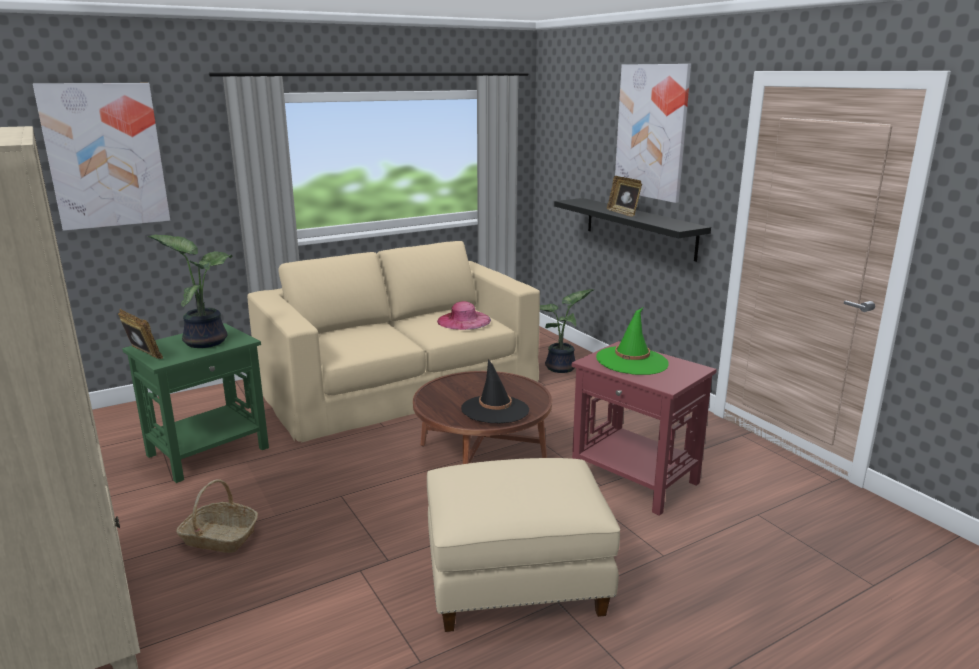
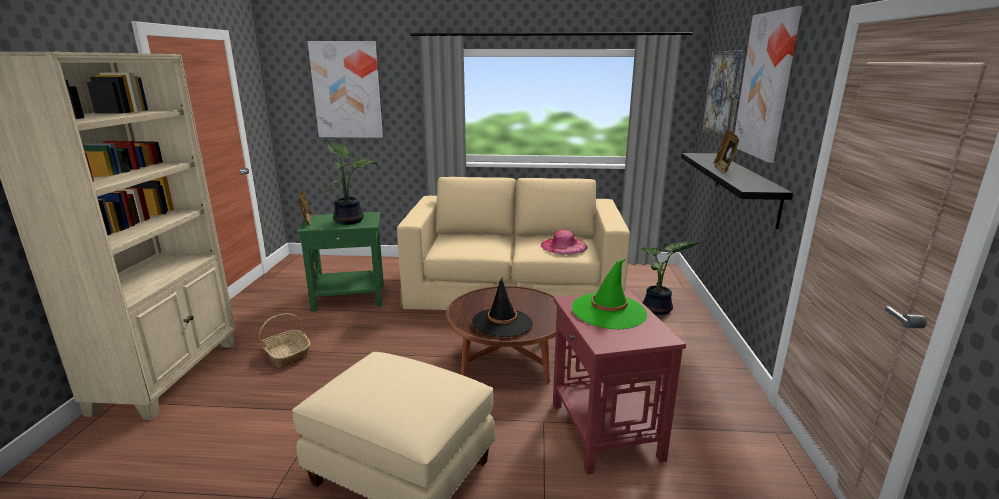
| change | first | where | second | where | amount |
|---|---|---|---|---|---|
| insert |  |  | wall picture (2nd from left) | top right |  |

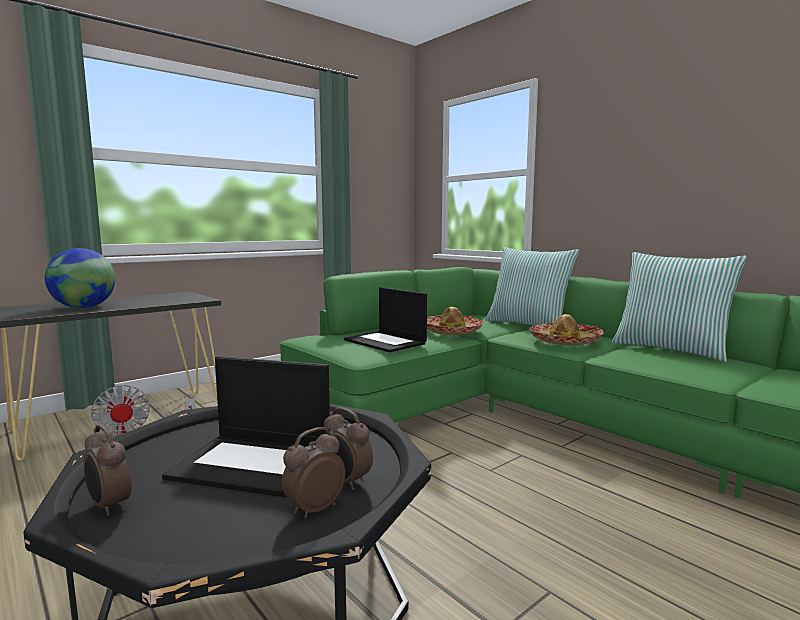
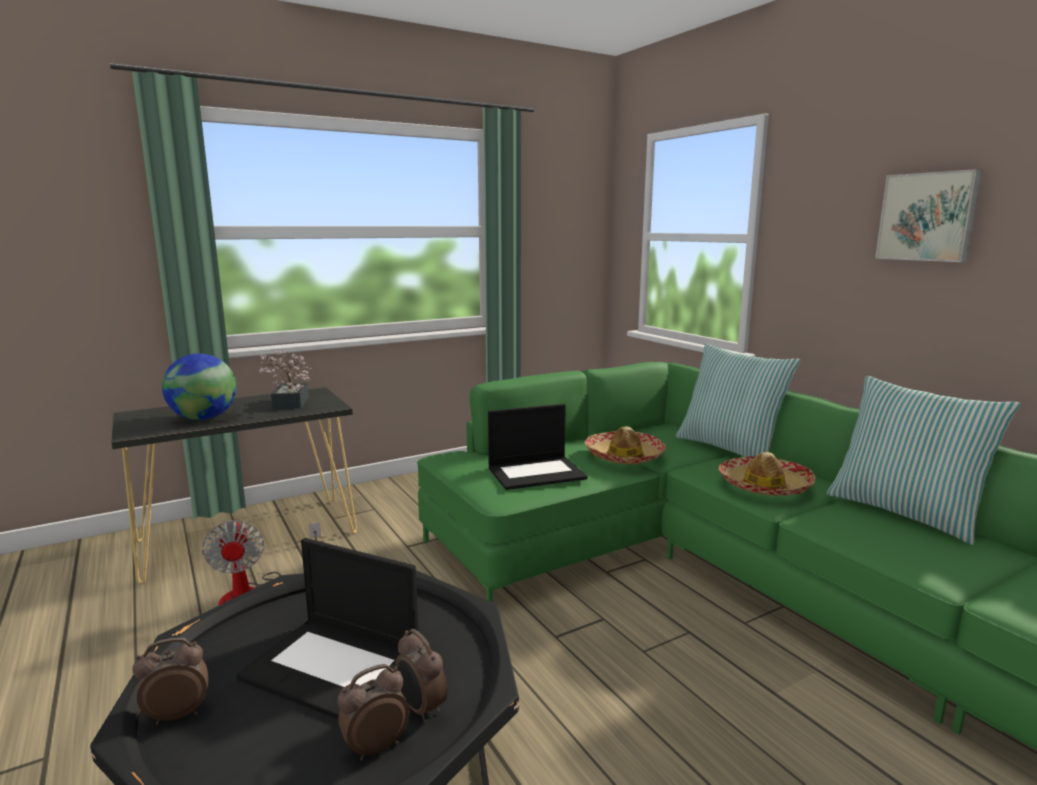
| change | first | where | second | where | amount |
|---|---|---|---|---|---|
| insert |  |  | houseplant | middle left |  |
| insert |  |  | wall picture | top right |  |
| rotate | alarm clock (1st from left) | bottom left |  | bottom left | 105 degrees clockwise |
| rotate | laptop (2nd from left) | centre |  | centre | 75 degrees counterclockwise |

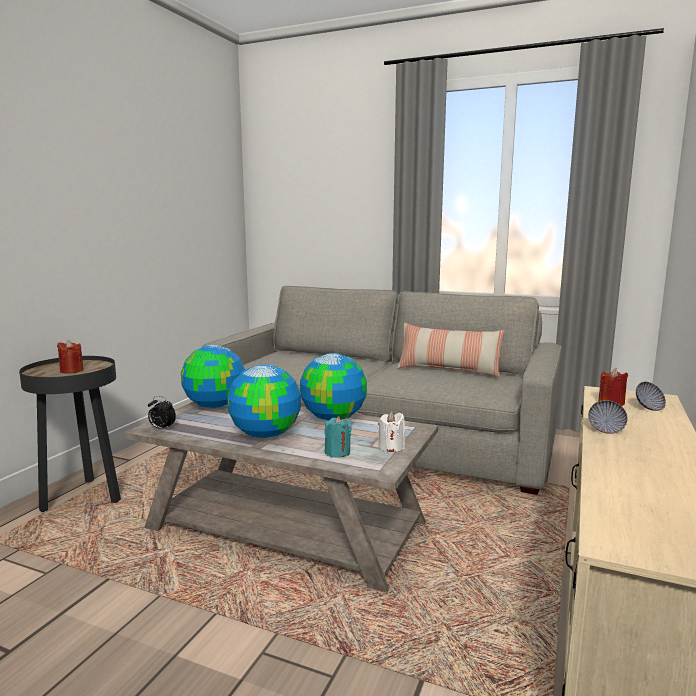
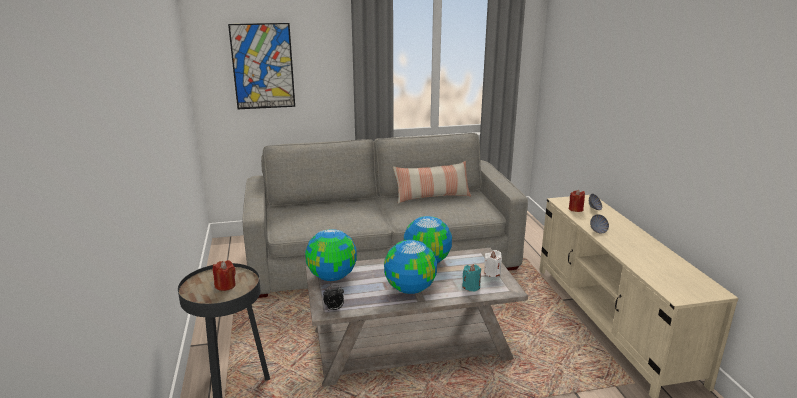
| change | first | where | second | where | amount |
|---|---|---|---|---|---|
| insert |  |  | wall picture | top left |  |

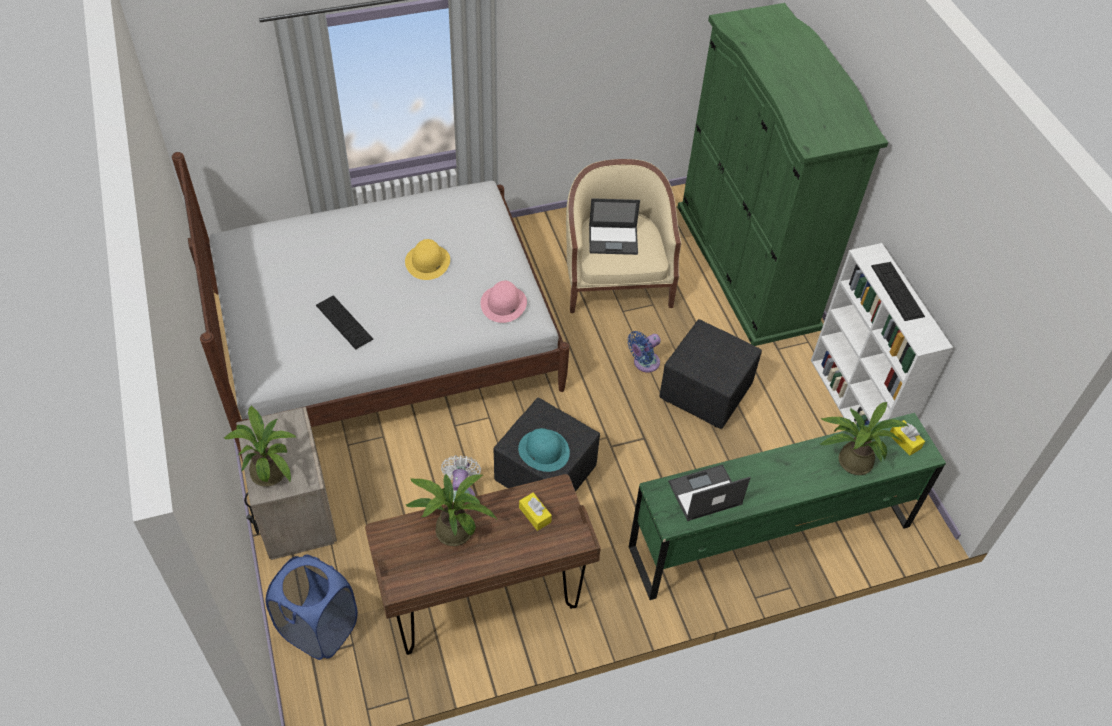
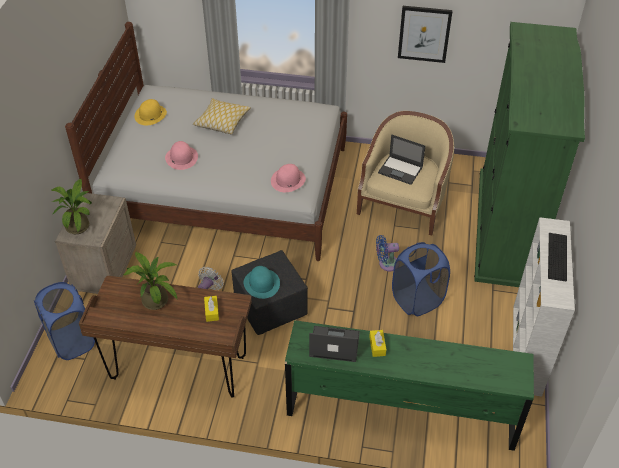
| change | first | where | second | where | amount |
|---|---|---|---|---|---|
| delete | houseplant (3rd from left) | middle right |  |  |  |
| insert |  |  | throw pillow | top centre |  |
| insert |  |  | wall picture | top right |  |
| move | yellowish clothing hat | centre |  | top left |  |
| move | yellowish tissue holder (2nd from left) | middle right |  | bottom centre |  |
| replace | PC keyboard (1st from left) | middle left | pink clothing hat (1st from left) | top left |  |
| replace | black pouffe (2nd from left) | centre | blue-coloured hamper (2nd from left) | middle right |  |

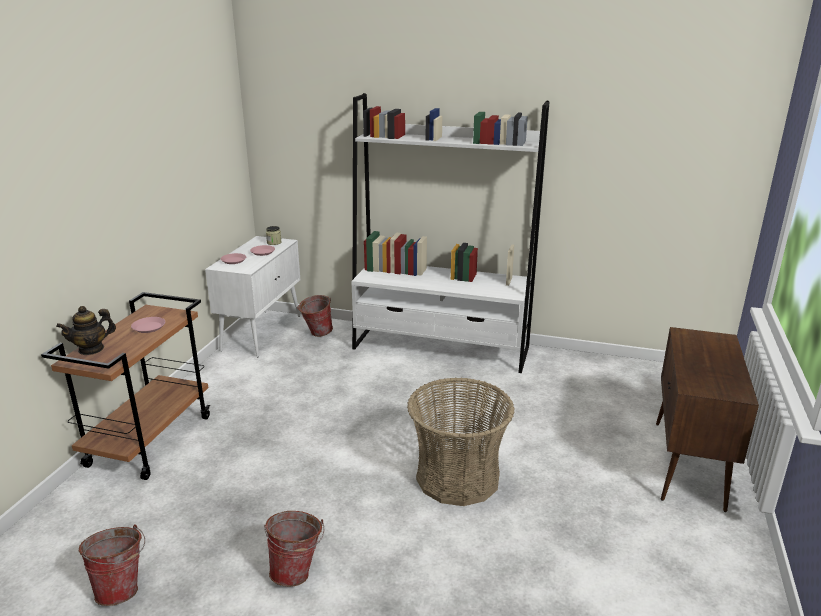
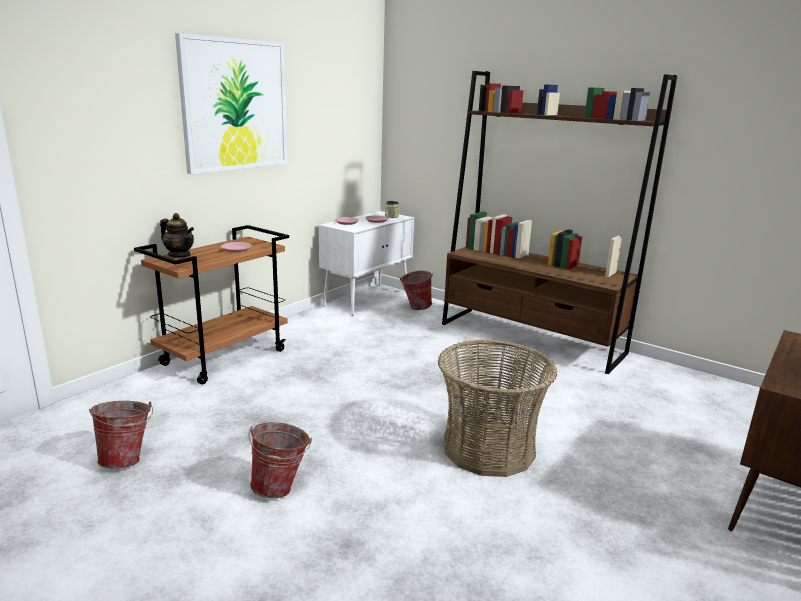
| change | first | where | second | where | amount |
|---|---|---|---|---|---|
| insert |  |  | wall picture | top left |  |
| recolor | whitish bookcase | centre | brown bookcase | middle right |  |
| rotate | teapot | middle left |  | middle left | 135 degrees counterclockwise |

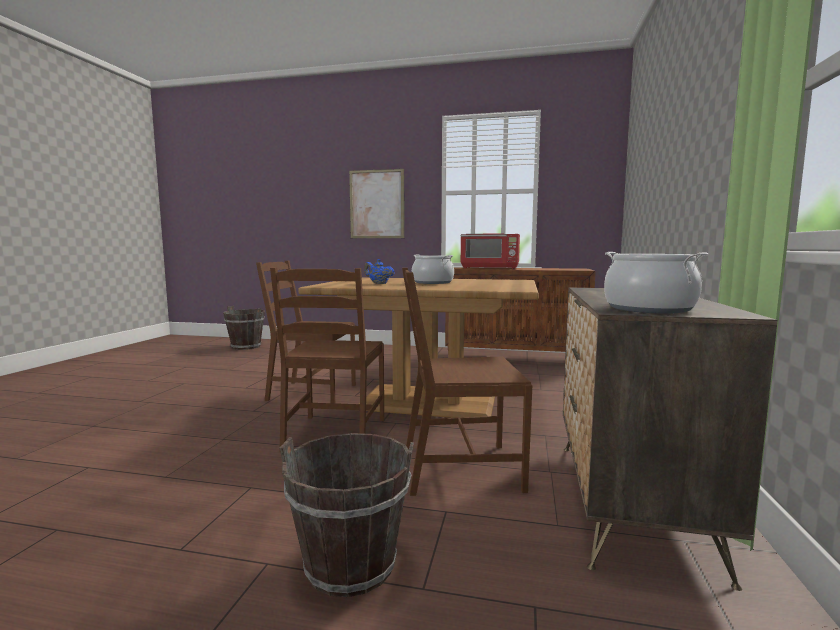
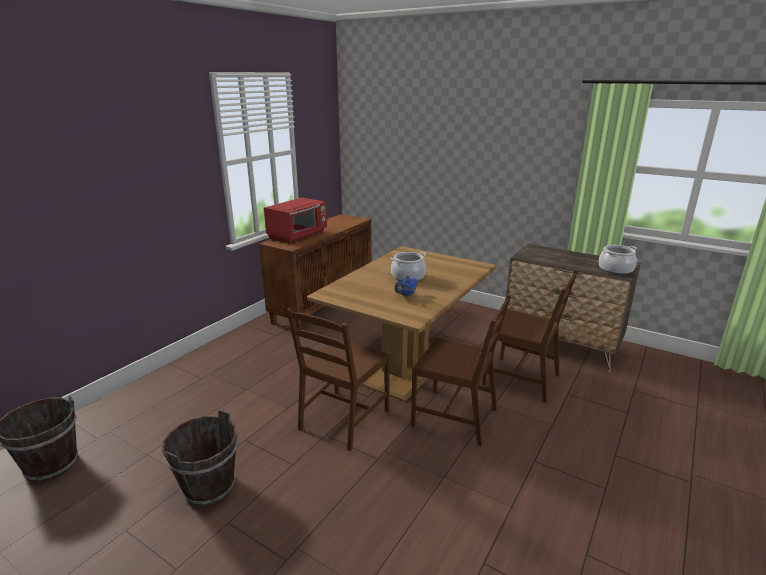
| change | first | where | second | where | amount |
|---|---|---|---|---|---|
| delete | wall picture | top centre |  |  |  |
| move | brown pail (2nd from left) | bottom centre |  | bottom left |  |
| rotate | brown chair (3rd from left) | centre |  | middle right | 75 degrees counterclockwise |

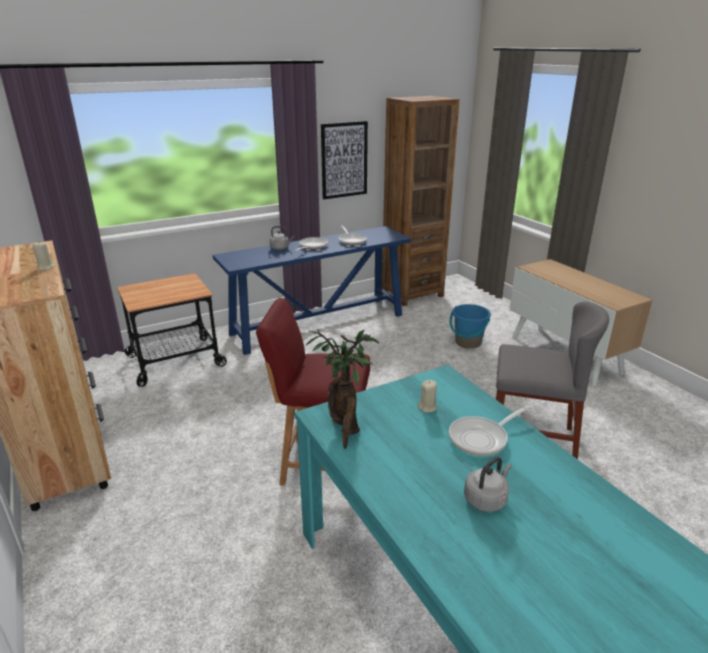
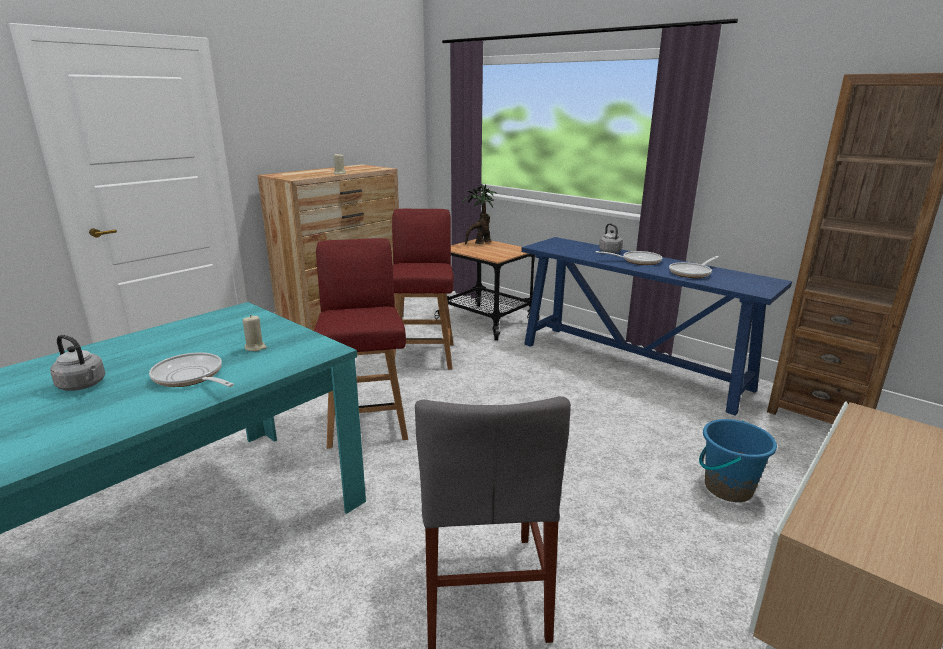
| change | first | where | second | where | amount |
|---|---|---|---|---|---|
| delete | wall picture | top centre |  |  |  |
| insert |  |  | reddish chair (2nd from left) | centre |  |
| move | houseplant | centre |  | top centre |  |

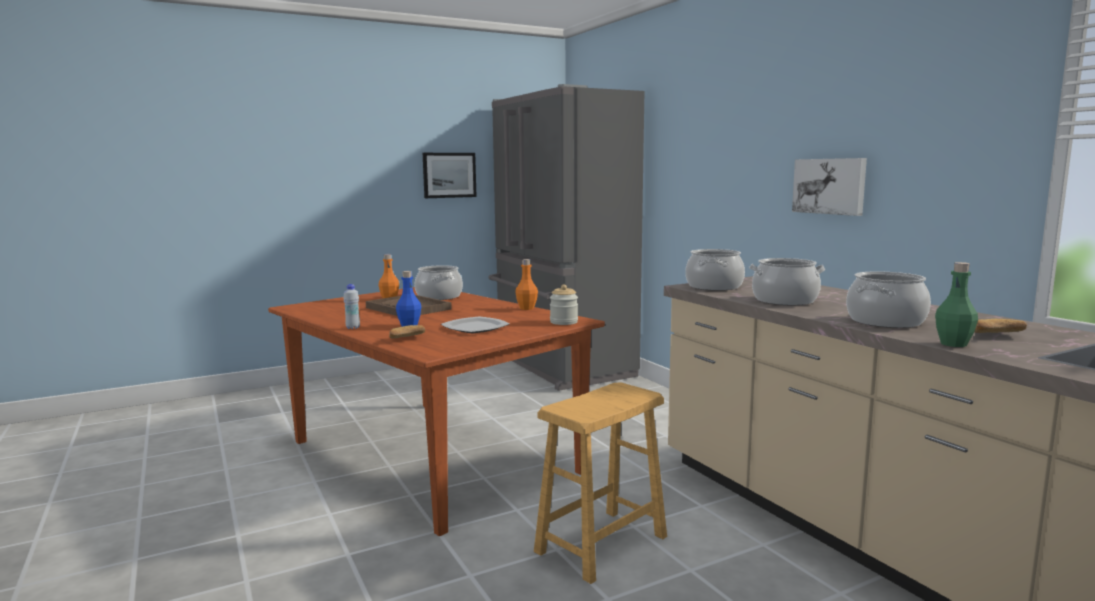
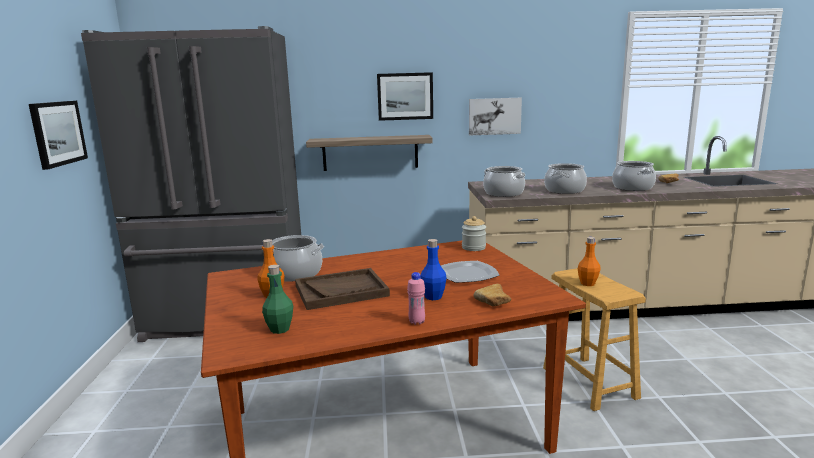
| change | first | where | second | where | amount |
|---|---|---|---|---|---|
| insert |  |  | wall shelf | centre |  |
| insert |  |  | wall picture (2nd from left) | top centre |  |
| move | orange-coloured drink bottle (2nd from left) | centre |  | middle right |  |
| move | green drink bottle | middle right |  | centre |  |
| recolor | whitish drink bottle | middle left | pink drink bottle | centre |  |

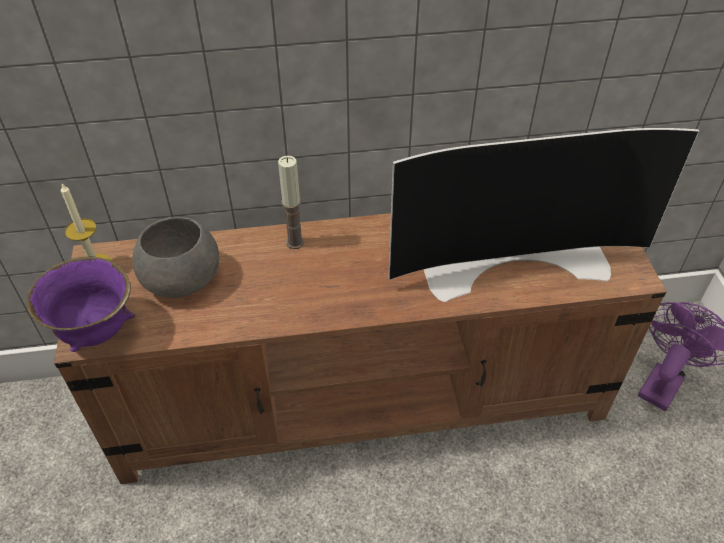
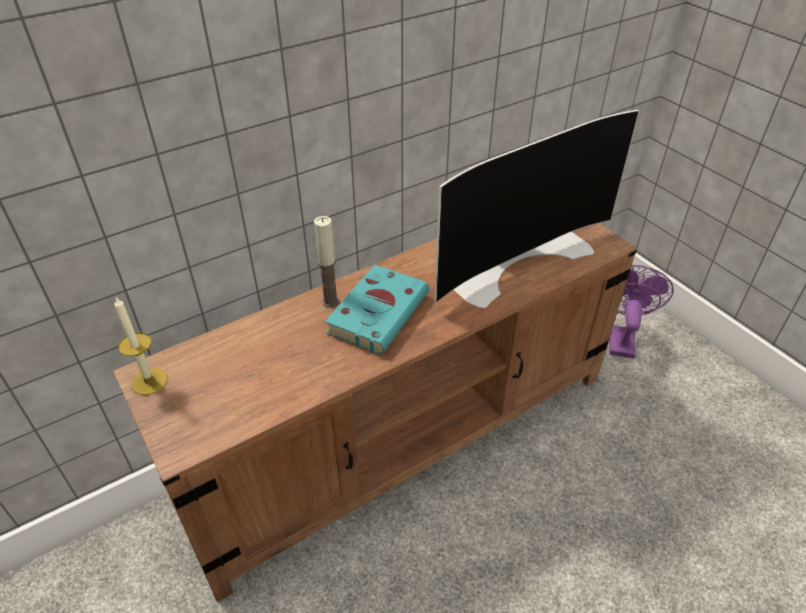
| change | first | where | second | where | amount |
|---|---|---|---|---|---|
| delete | purplish deep dish | middle left |  |  |  |
| delete | grey deep dish | middle left |  |  |  |
| insert |  |  | turquoise-coloured book | centre |  |

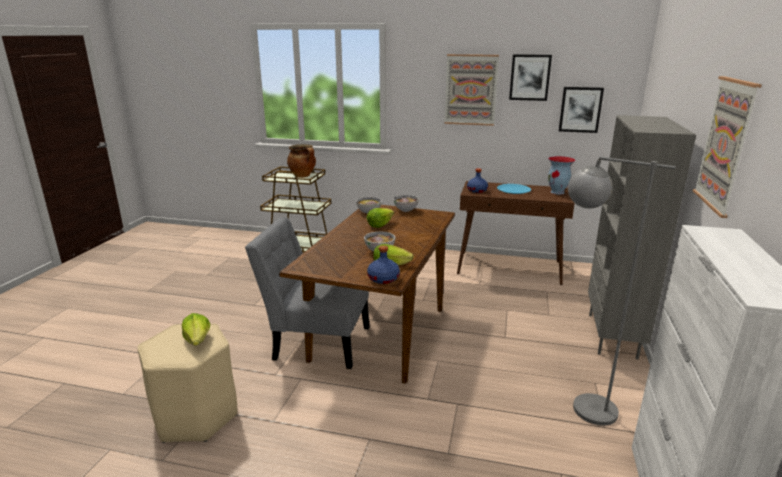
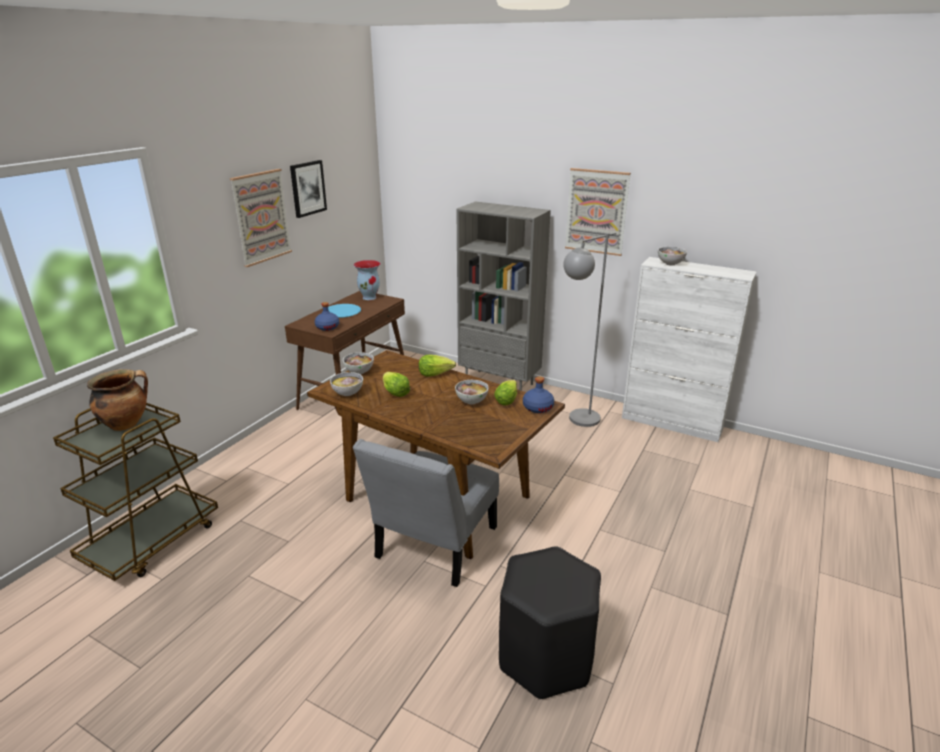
| change | first | where | second | where | amount |
|---|---|---|---|---|---|
| delete | wall picture (3rd from left) | top right |  |  |  |
| insert |  |  | deep dish (4th from left) | middle right |  |
| move | lettuce head (1st from left in the first image) | bottom left | lettuce head (2nd from left) | centre |  |
| recolor | beige-coloured stool | bottom left | black stool | bottom centre |  |

